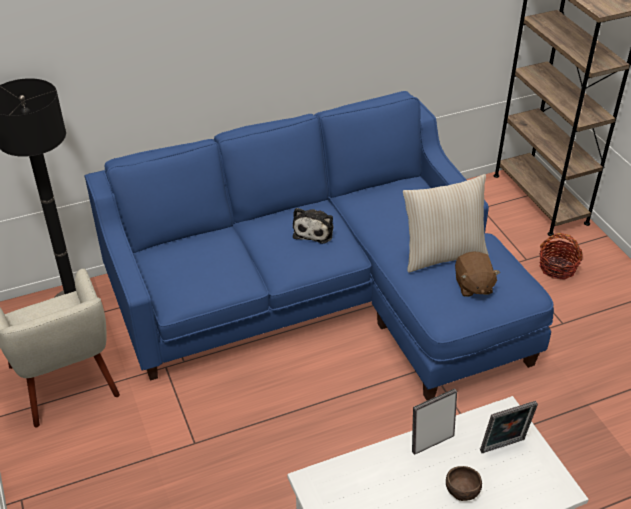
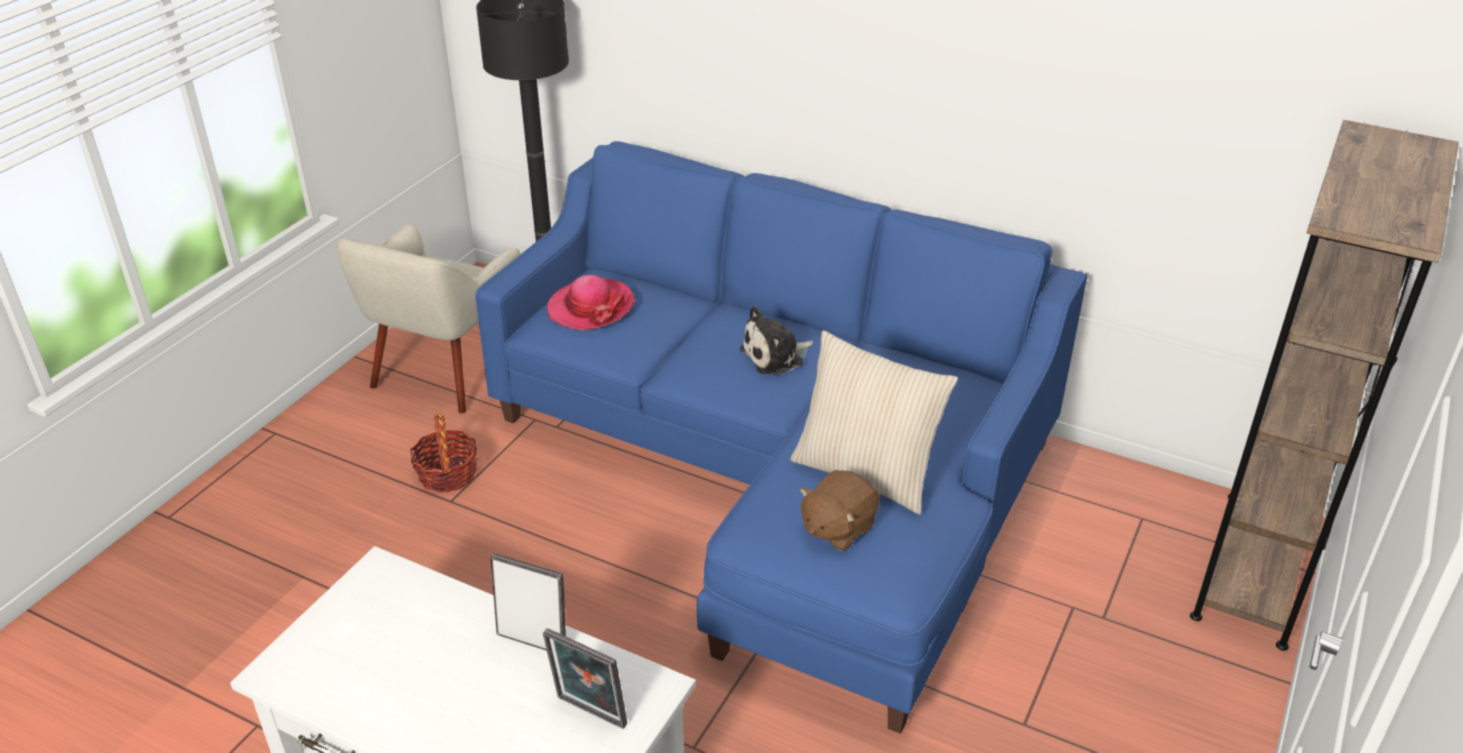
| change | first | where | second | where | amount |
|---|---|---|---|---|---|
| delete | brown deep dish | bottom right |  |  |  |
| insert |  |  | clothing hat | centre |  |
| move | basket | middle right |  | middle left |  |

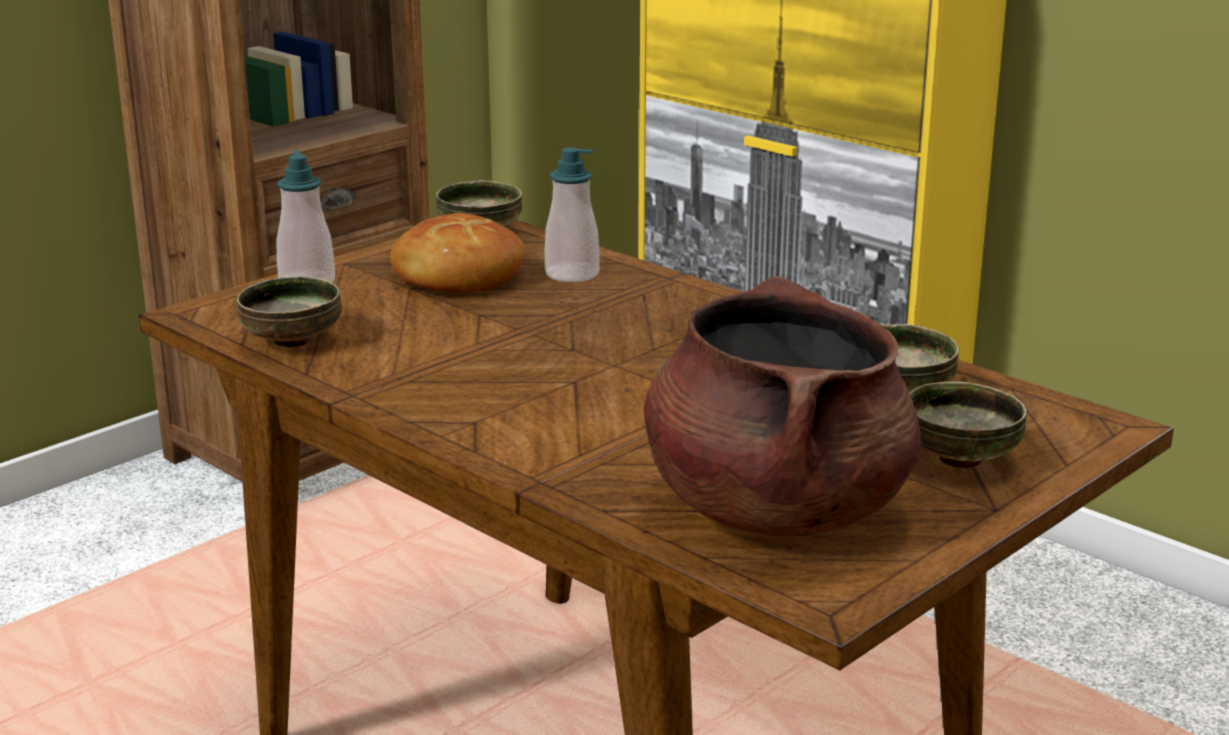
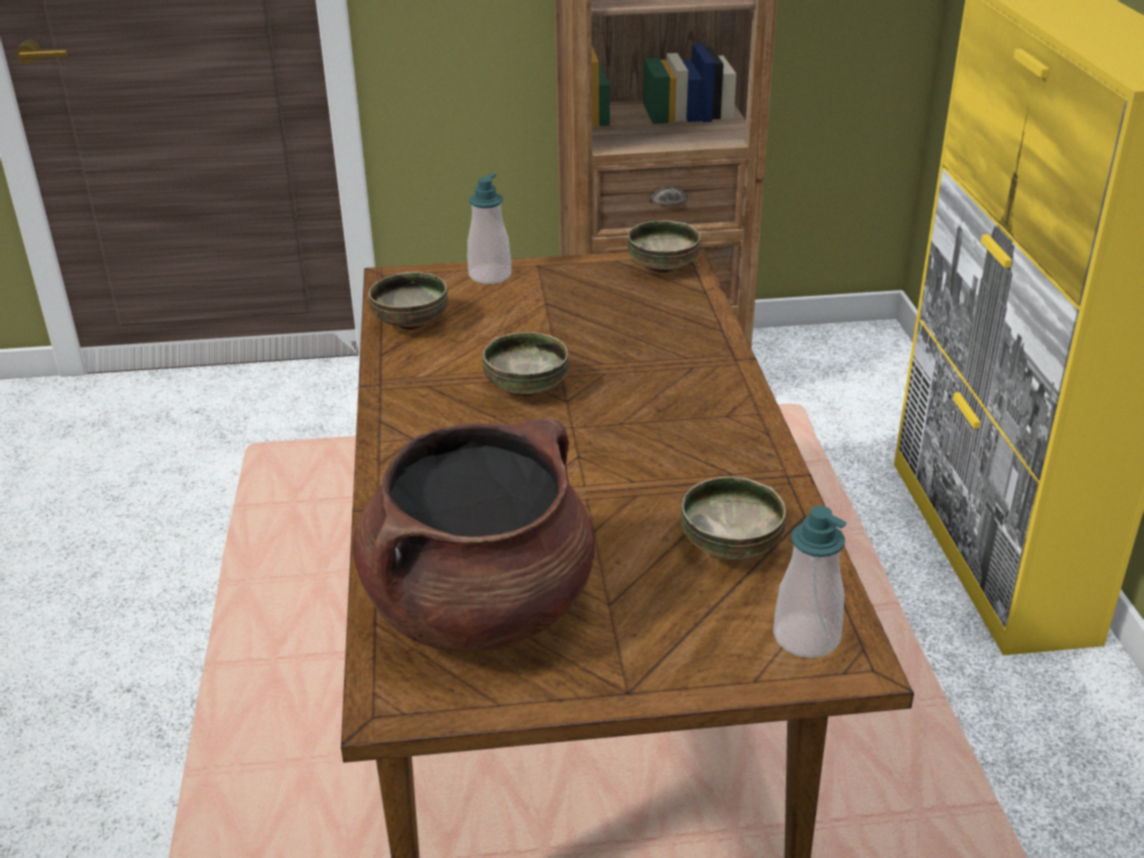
| change | first | where | second | where | amount |
|---|---|---|---|---|---|
| delete | bread | centre |  |  |  |
| move | soap bottle (2nd from left) | top centre |  | bottom right |  |
| move | deep dish (4th from left in the first image) | middle right | deep dish (2nd from left) | centre |  |

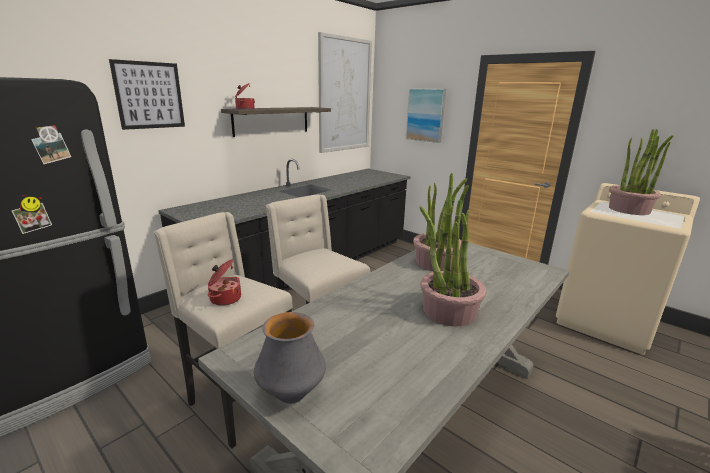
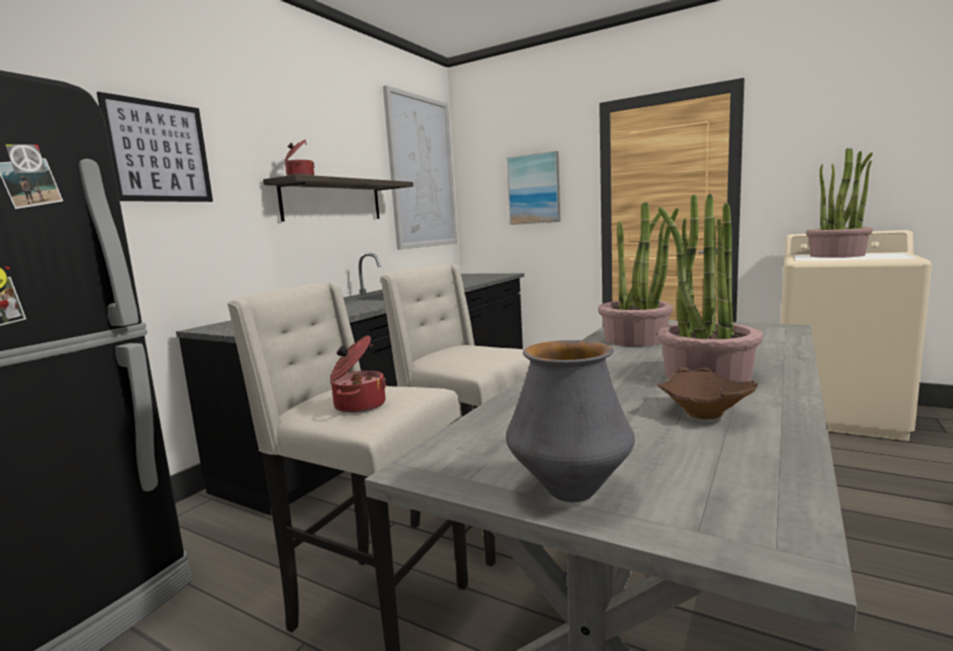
| change | first | where | second | where | amount |
|---|---|---|---|---|---|
| insert |  |  | brown deep dish | middle right |  |

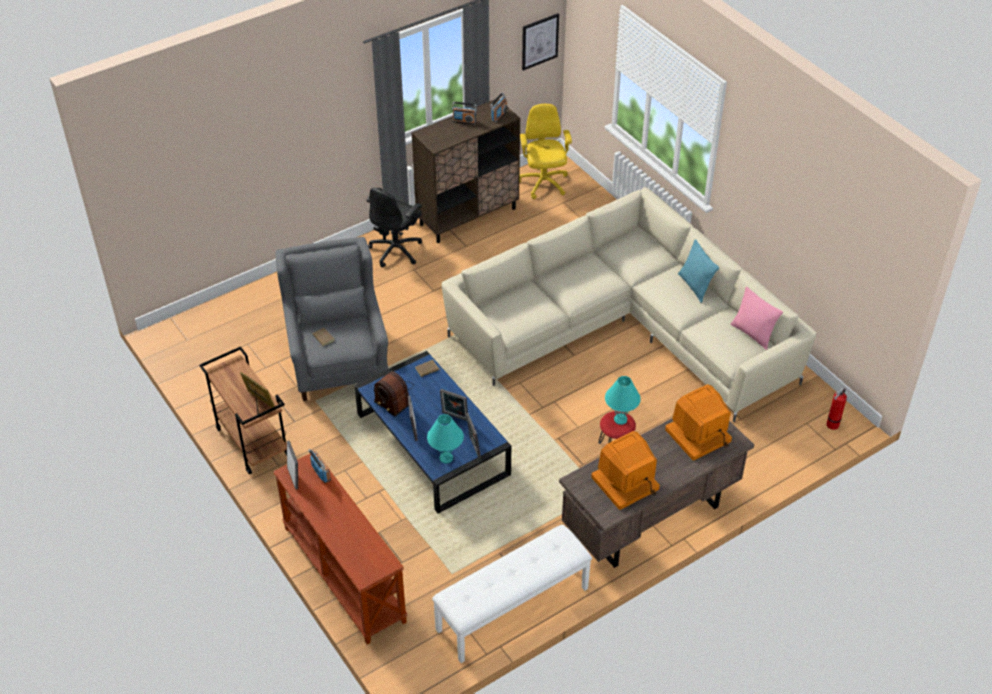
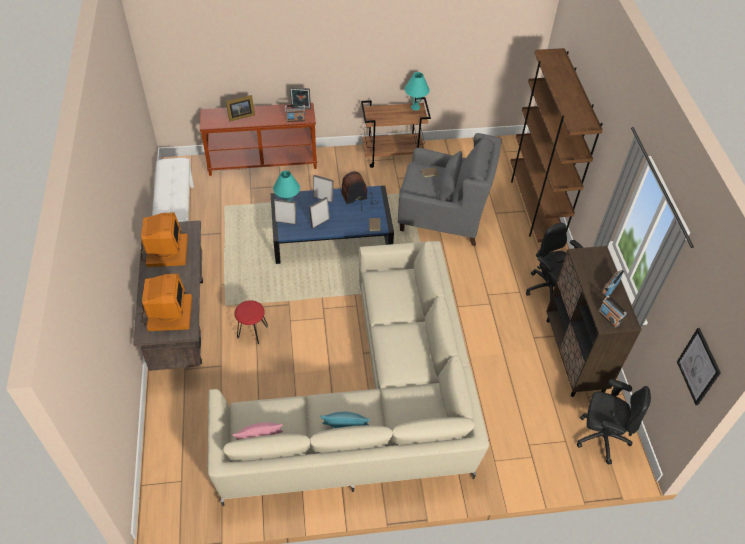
| change | first | where | second | where | amount |
|---|---|---|---|---|---|
| delete | fire extinguisher | middle right |  |  |  |
| insert |  |  | brown bookcase | top right |  |
| move | picture frame (1st from left) | middle left |  | top left |  |
| move | turquoise-coloured tabletop lamp (2nd from left) | centre |  | top centre |  |
| recolor | yellowish desk chair | top centre | black desk chair (2nd from left) | bottom right |  |

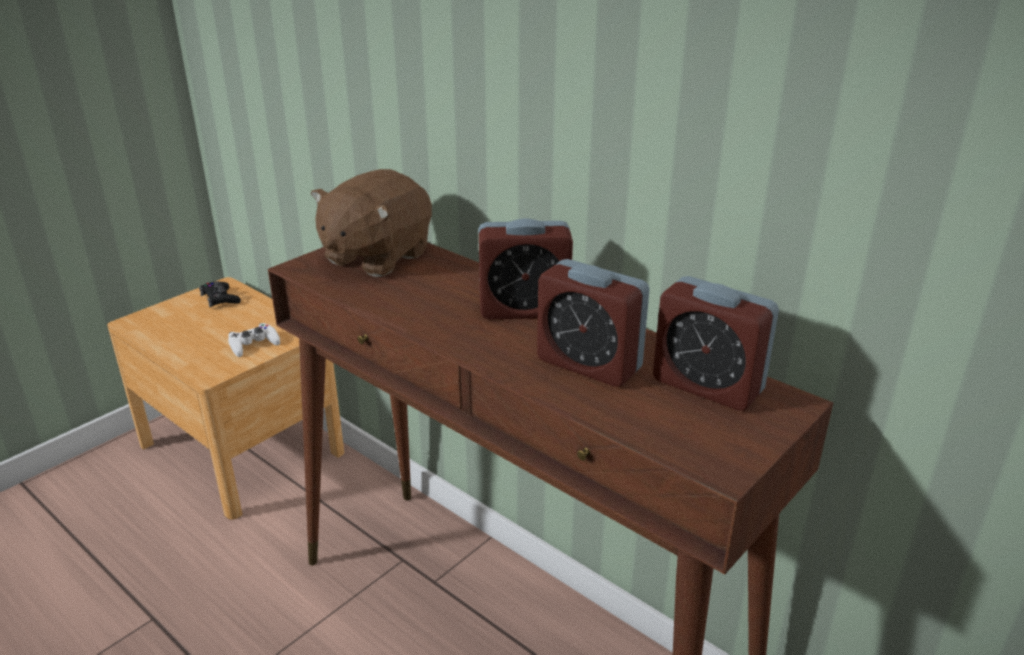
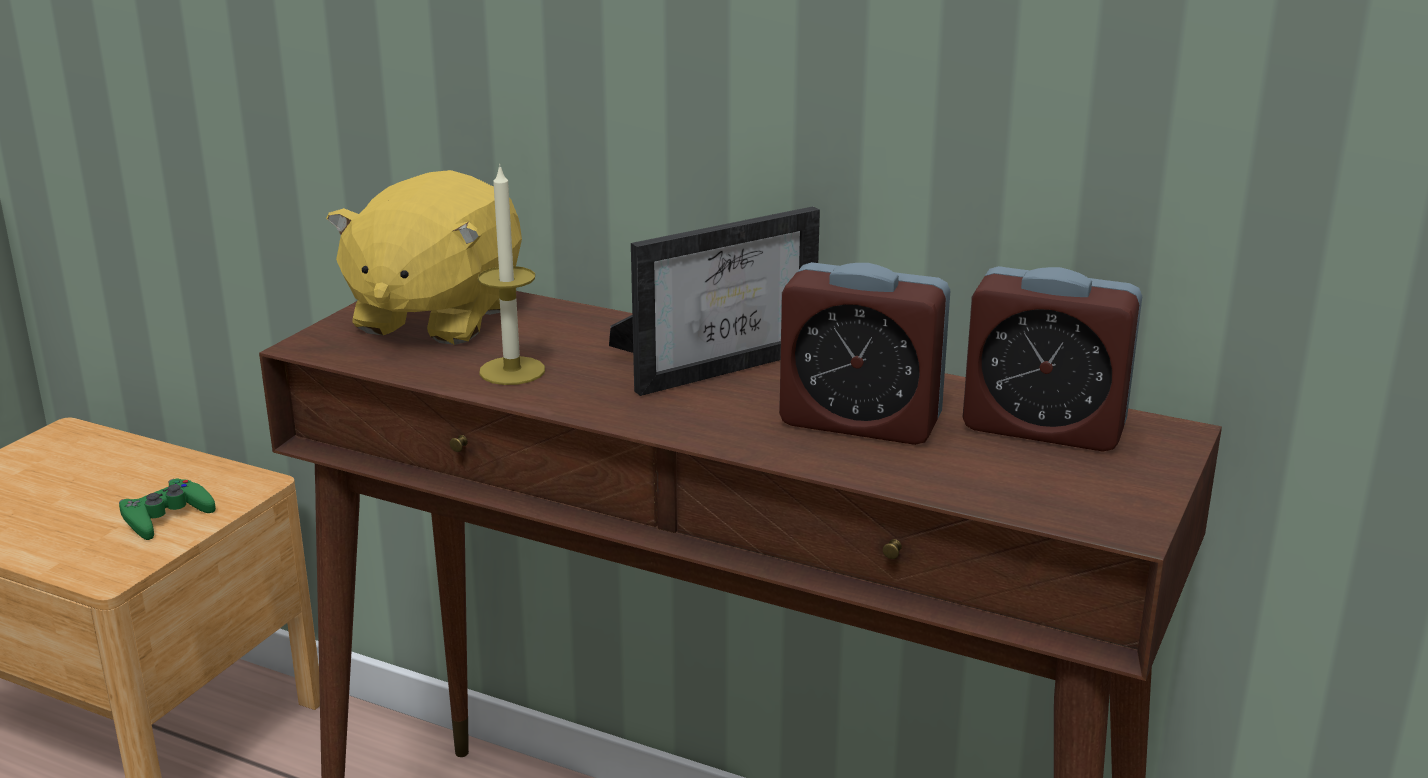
| change | first | where | second | where | amount |
|---|---|---|---|---|---|
| delete | black joypad | middle left |  |  |  |
| insert |  |  | candle | centre |  |
| replace | alarm clock (1st from left) | centre | picture frame | centre |  |
| recolor | whitish joypad | middle left | green joypad | middle left |  |
| recolor | brown plush toy | centre | yellowish plush toy | top left |  |

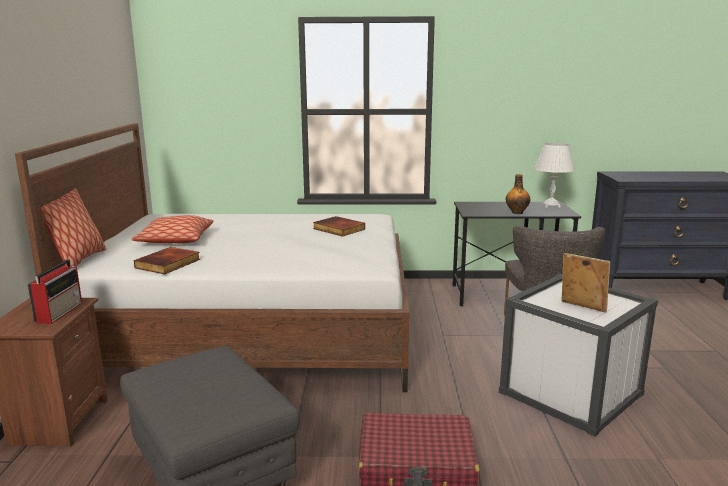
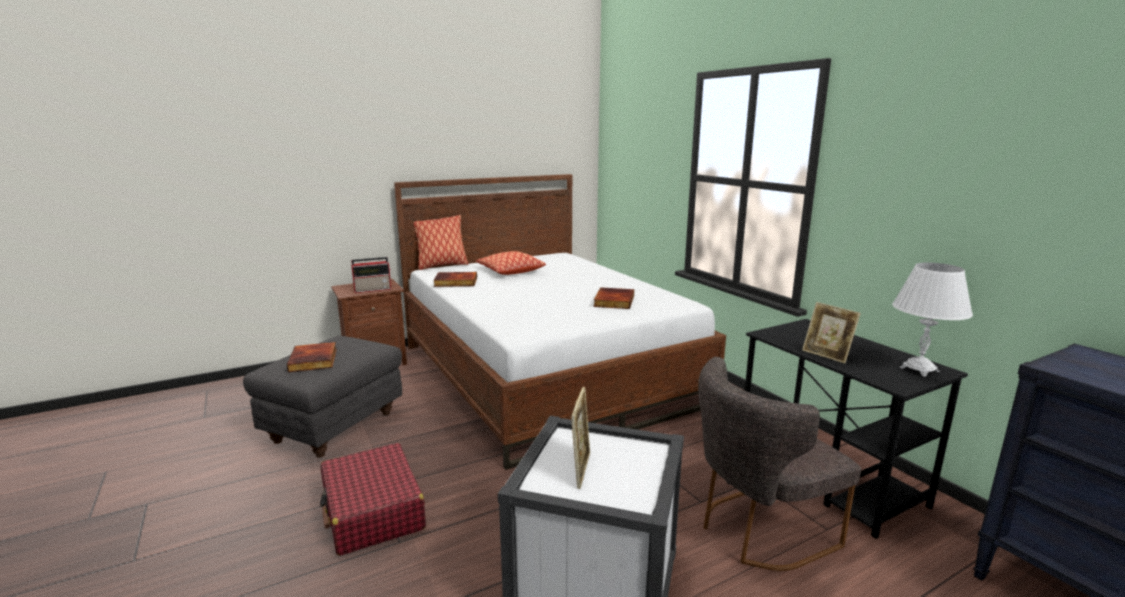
| change | first | where | second | where | amount |
|---|---|---|---|---|---|
| insert |  |  | book (1st from left) | middle left |  |
| replace | drink bottle | middle right | picture frame (2nd from left) | middle right |  |

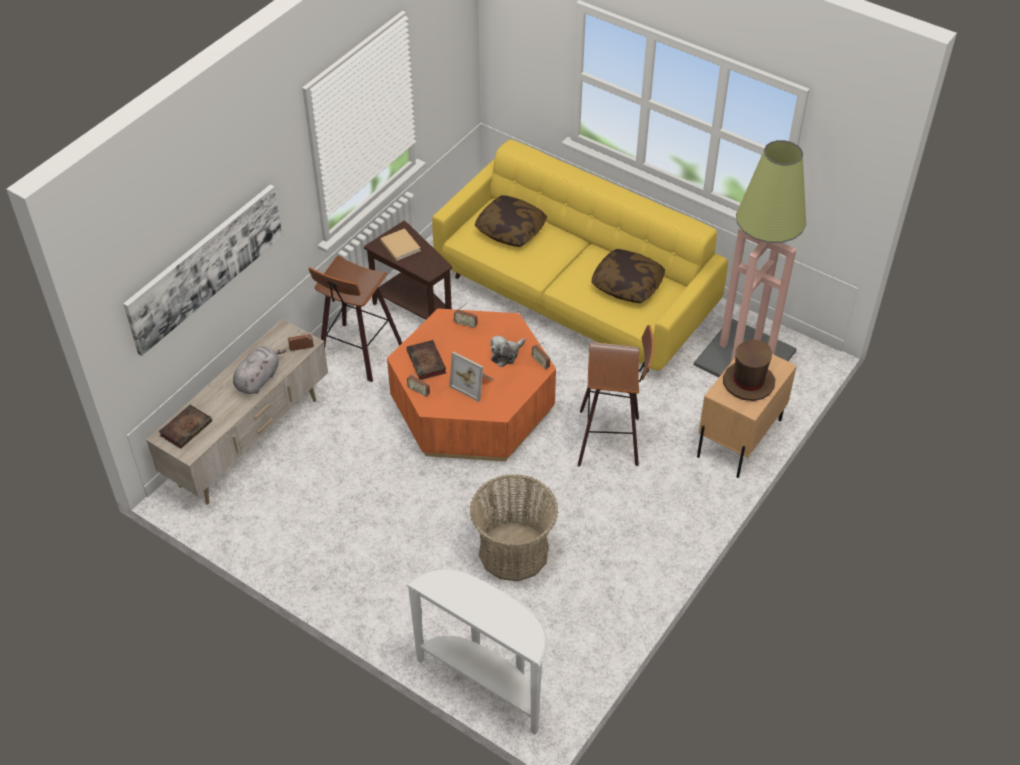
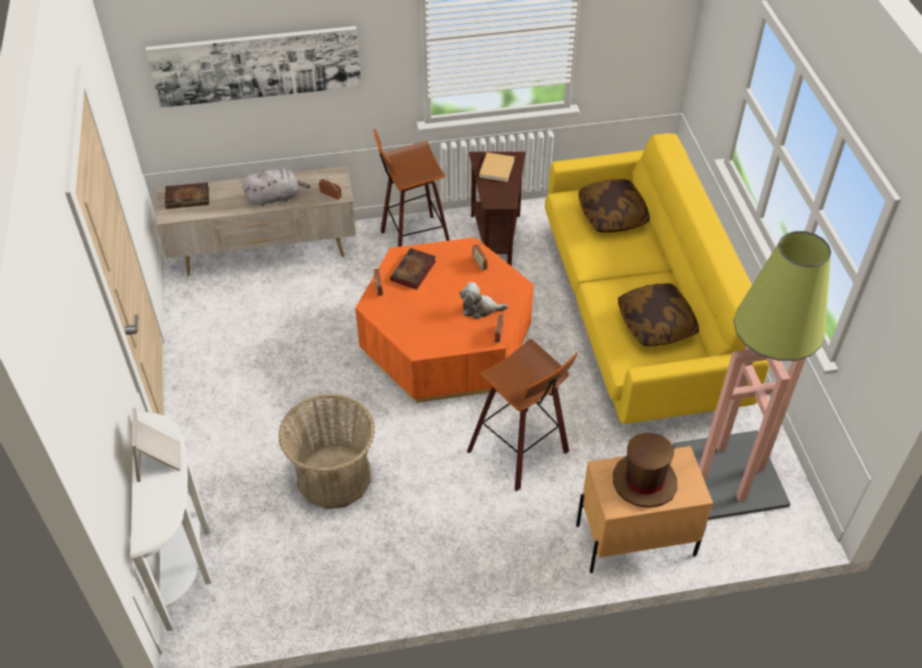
| change | first | where | second | where | amount |
|---|---|---|---|---|---|
| move | picture frame | centre |  | middle left |  |

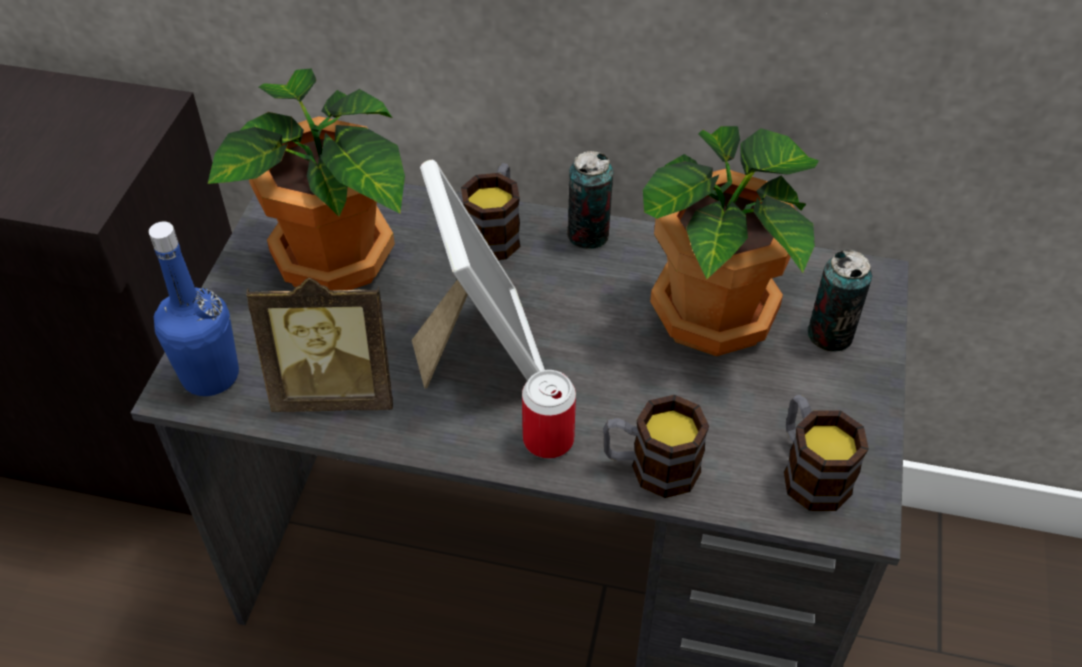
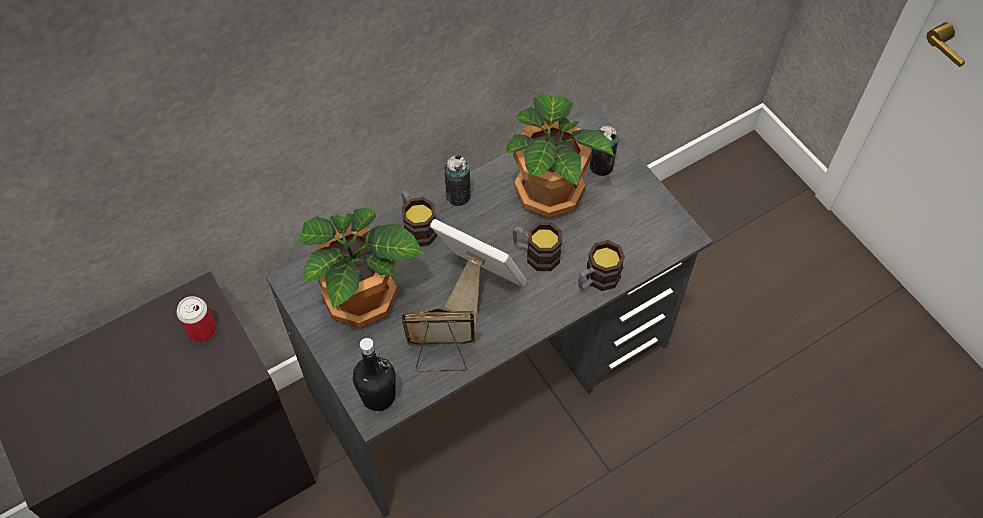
| change | first | where | second | where | amount |
|---|---|---|---|---|---|
| move | metal can (1st from left) | centre |  | middle left |  |
| move | coffee mug (3rd from left in the first image) | bottom right | coffee mug (2nd from left) | centre |  |
| recolor | blue-coloured drink bottle | middle left | black drink bottle | bottom centre |  |
| rotate | picture frame (1st from left) | middle left |  | centre | 135 degrees counterclockwise |

